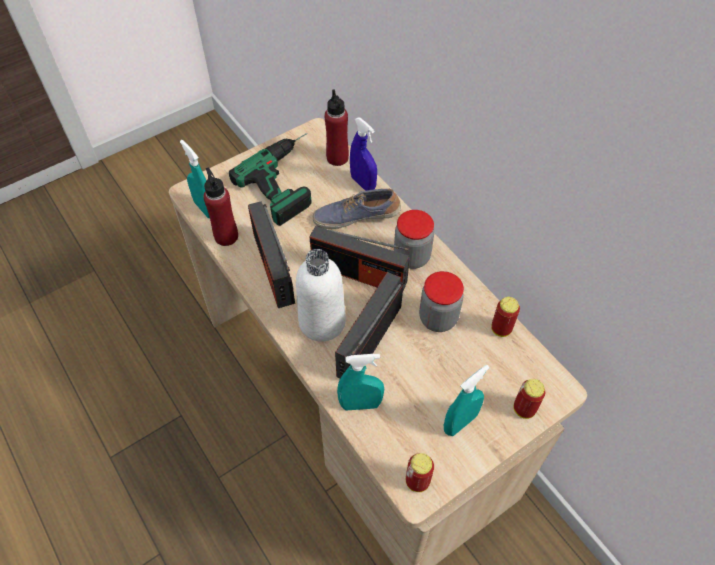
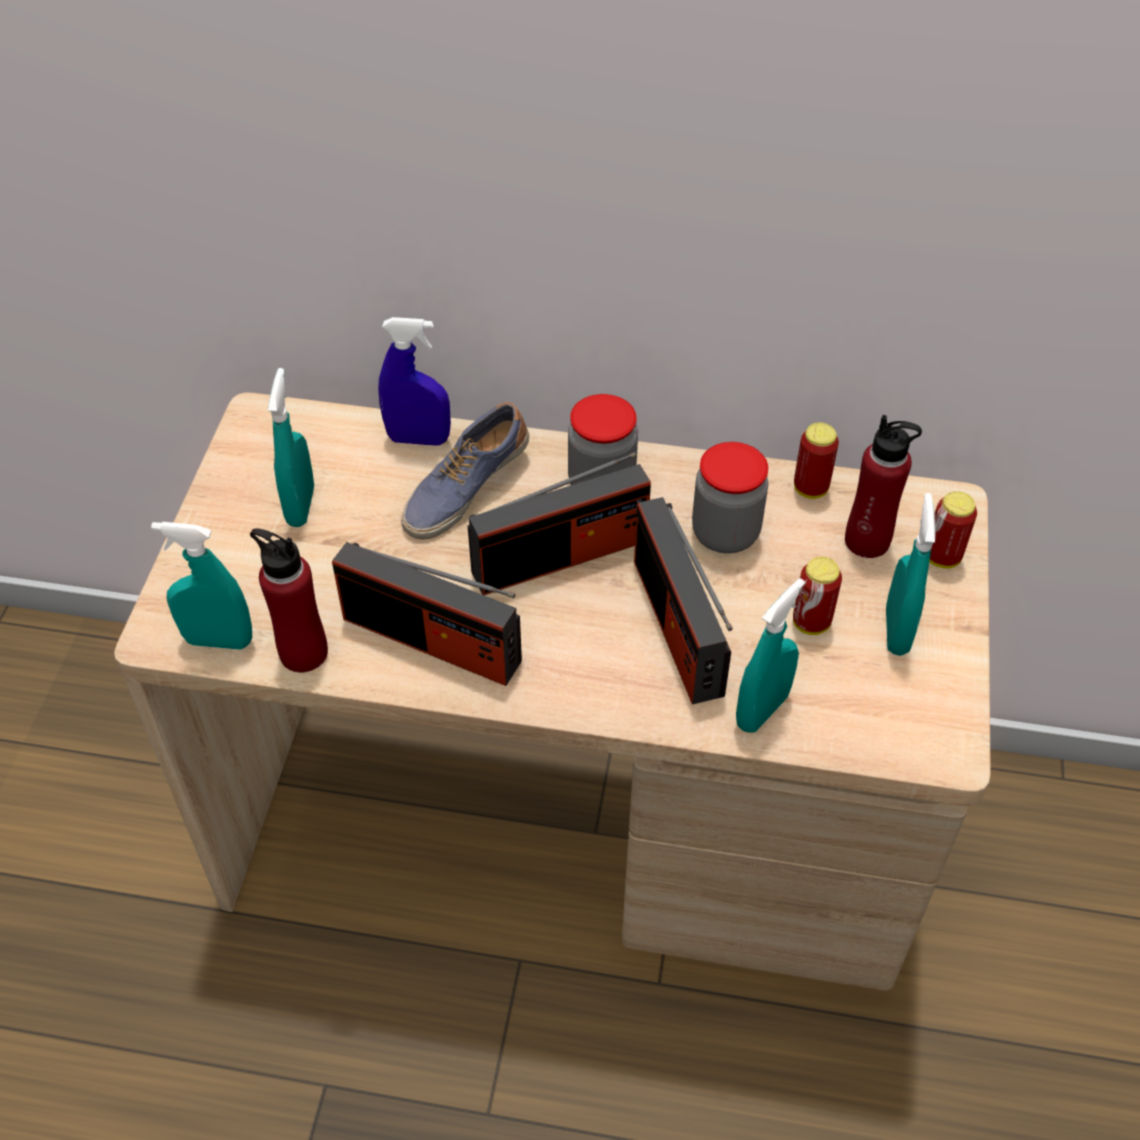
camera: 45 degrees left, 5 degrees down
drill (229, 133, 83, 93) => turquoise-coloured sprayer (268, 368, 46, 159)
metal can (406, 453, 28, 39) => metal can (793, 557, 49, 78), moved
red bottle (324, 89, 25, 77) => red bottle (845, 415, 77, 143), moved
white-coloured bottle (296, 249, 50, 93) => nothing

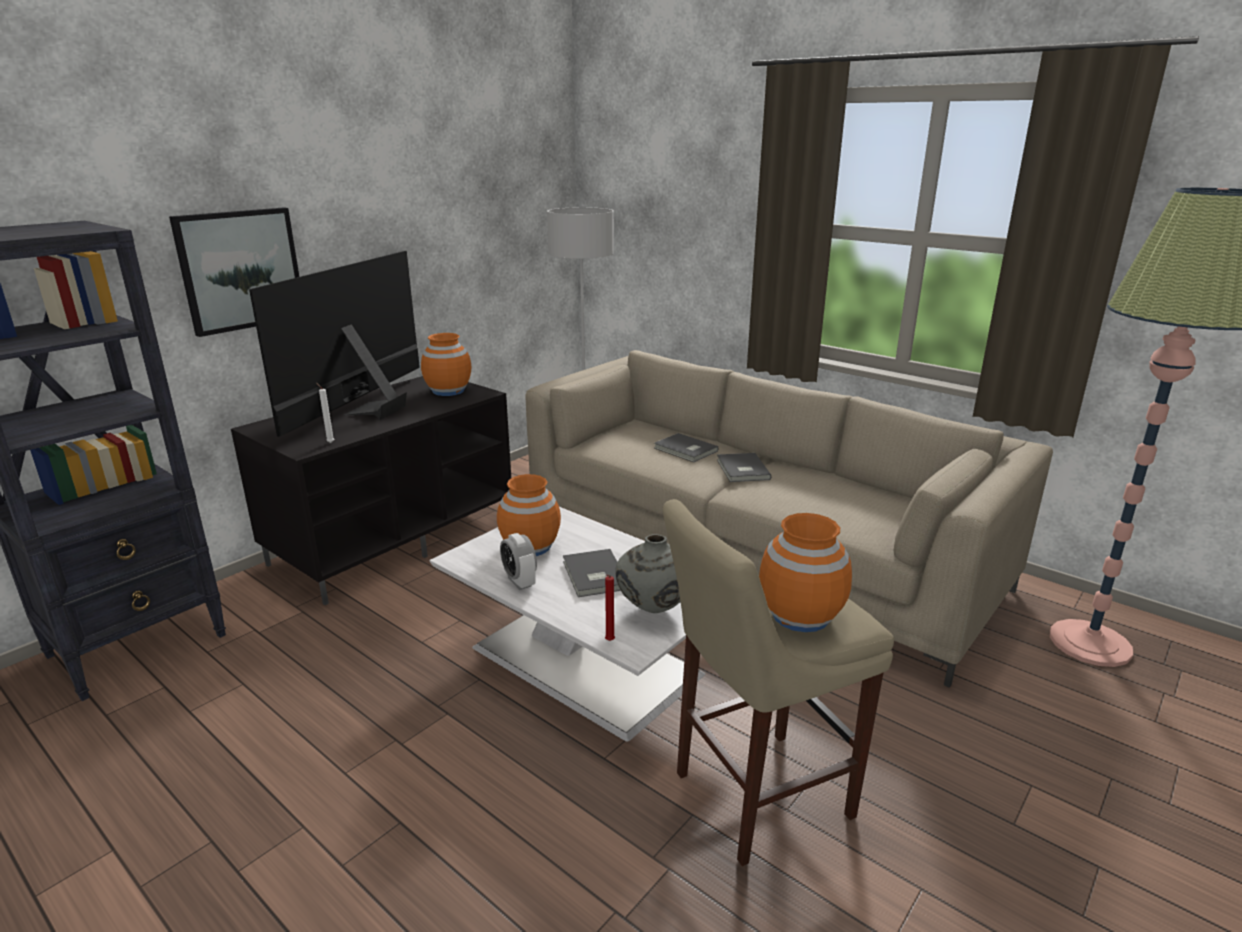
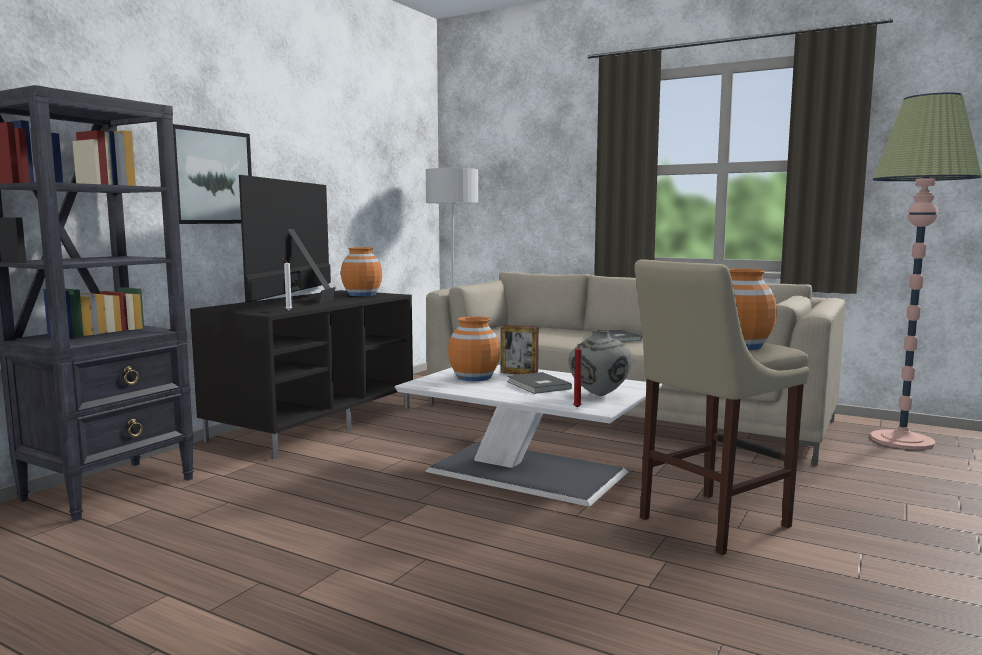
camera: 10 degrees left, 15 degrees down
nothing => photo frame (501, 325, 38, 50)
bedside clock (500, 533, 37, 57) => nothing
grey volume (654, 433, 64, 29) => nothing

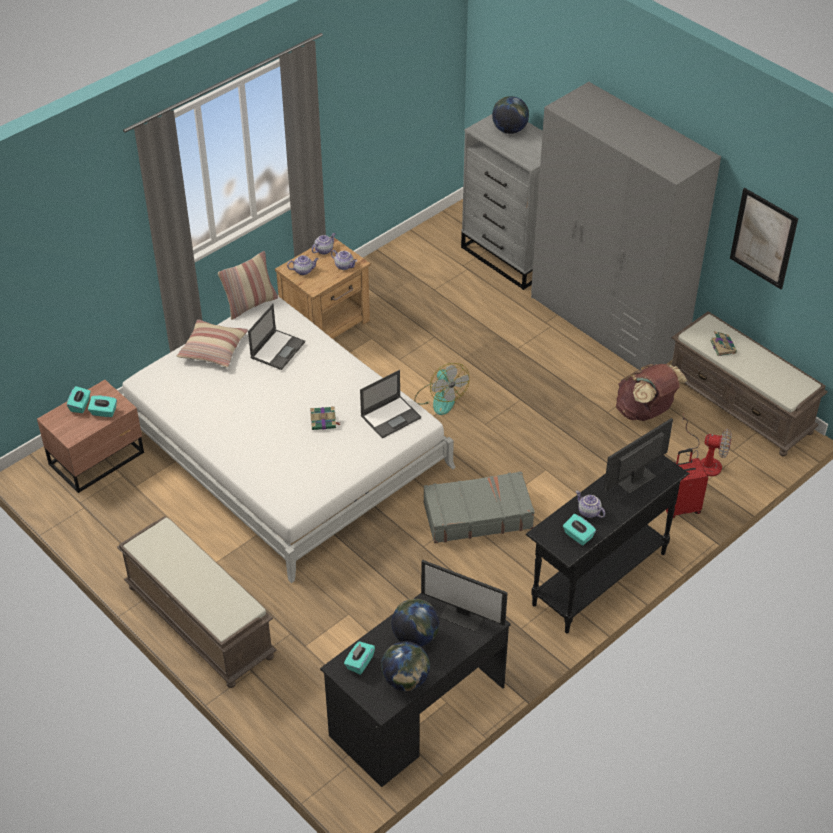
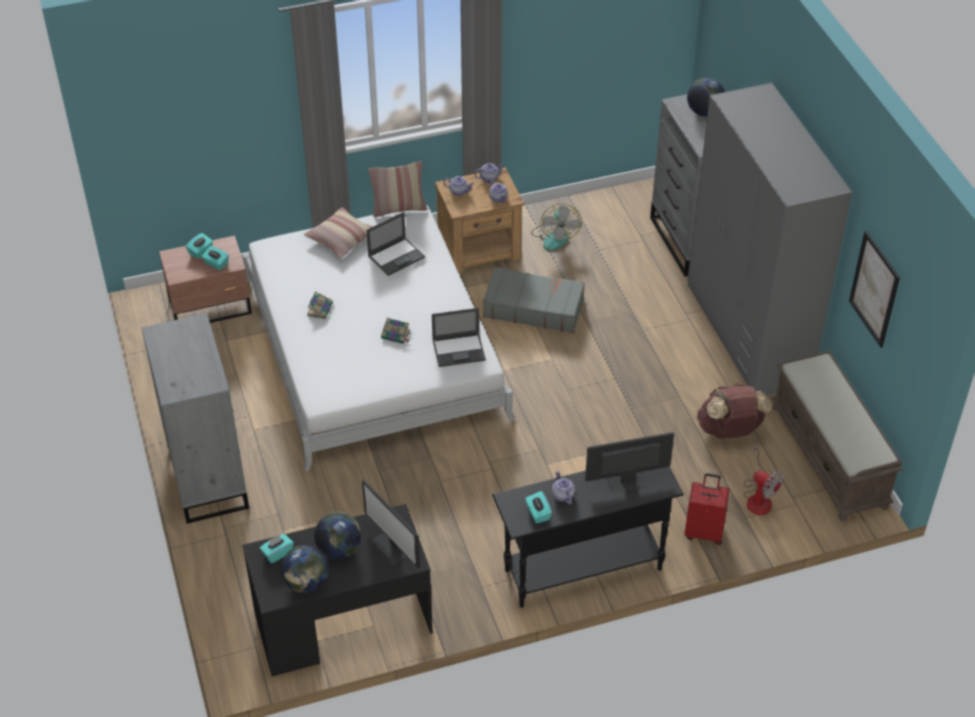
camera: 25 degrees right, 0 degrees up
brownish indoor bench (117, 516, 160, 172) => grey dresser (142, 313, 107, 211)
volume (710, 331, 27, 25) => volume (307, 291, 26, 28), moved
grey suitcase (424, 471, 111, 72) => grey suitcase (483, 267, 102, 66), moved
electric fan (414, 363, 55, 52) => electric fan (531, 204, 51, 47), moved

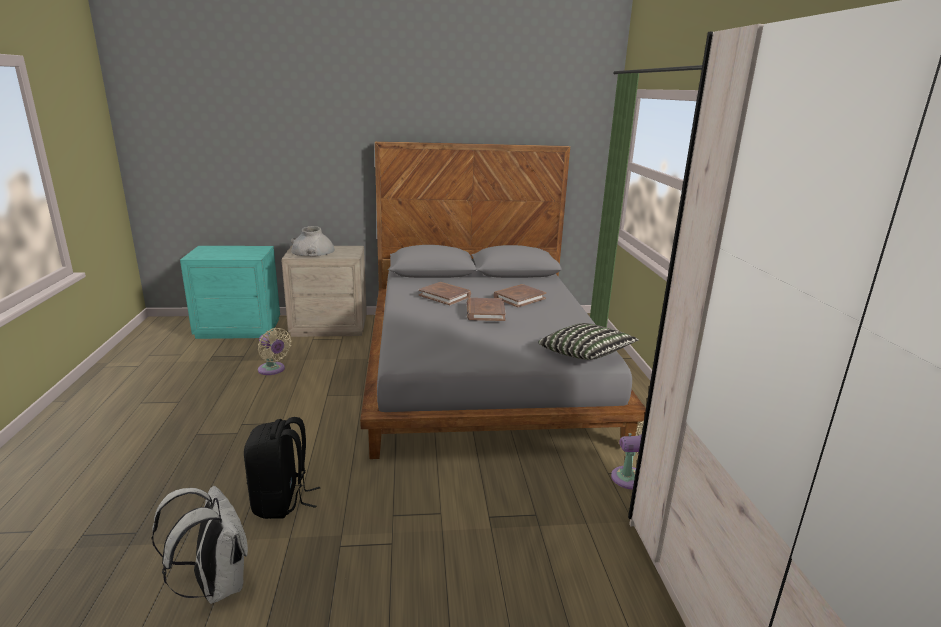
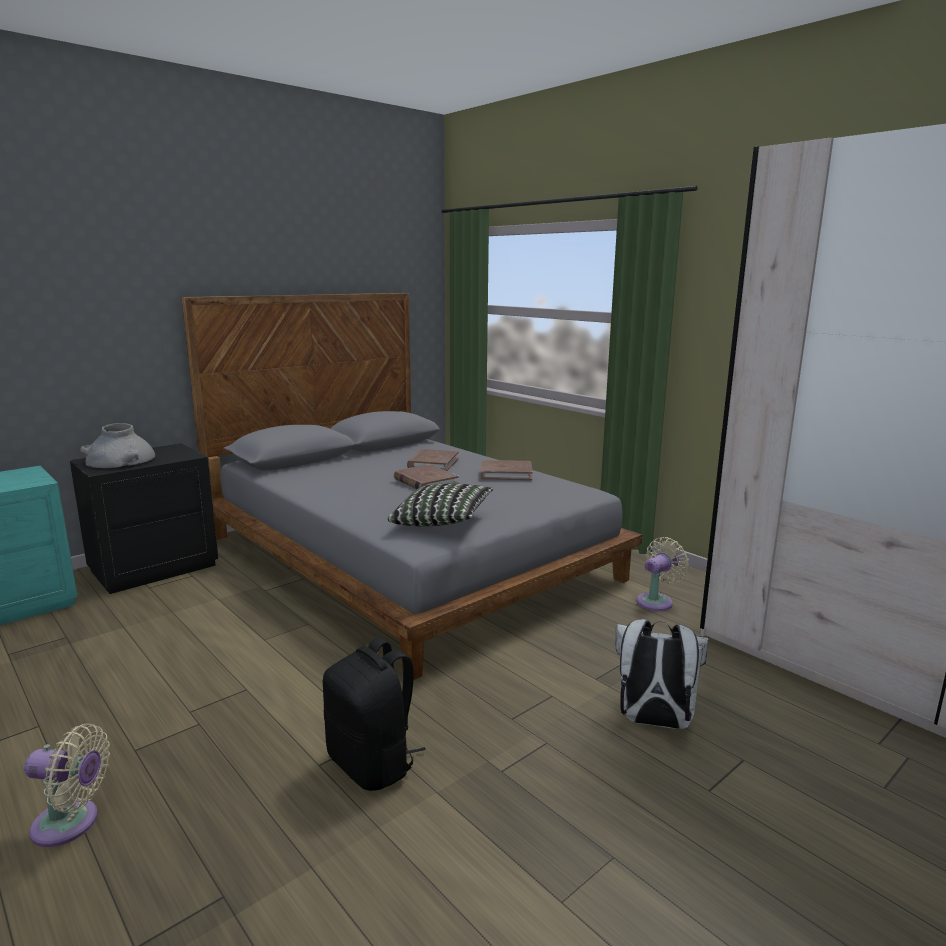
camera: 35 degrees left, 5 degrees down
beige-coloured electric fan (258, 328, 33, 47) => beige-coloured electric fan (24, 723, 86, 124), moved
beige-coloured bedside table (281, 246, 86, 91) => blackish bedside table (70, 443, 148, 151)
cushion (539, 323, 100, 37) => cushion (388, 484, 105, 43), moved
brownish volume (419, 282, 52, 23) => brownish volume (481, 460, 52, 20), moved
white-coloured rucksack (151, 486, 97, 118) => white-coloured rucksack (615, 619, 94, 110), moved

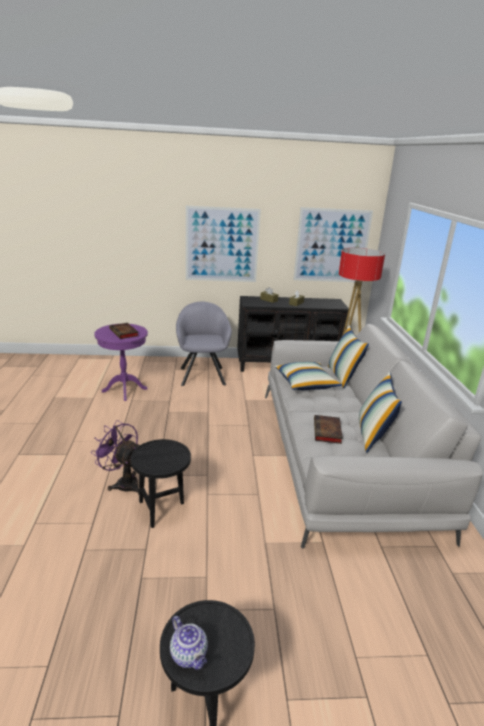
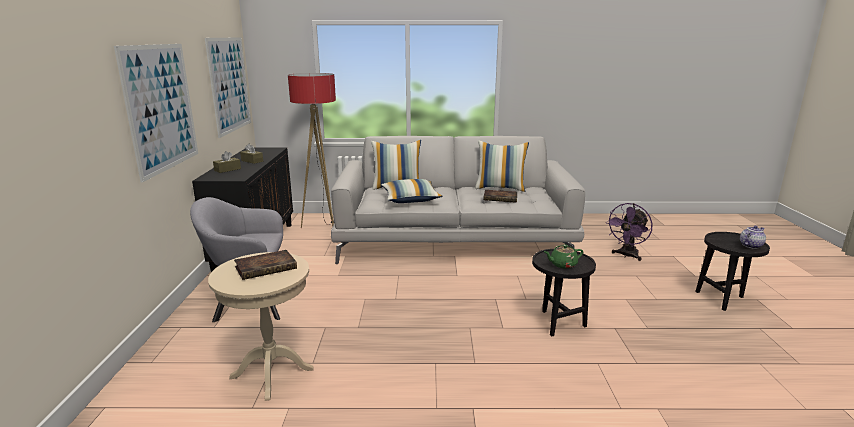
camera: 85 degrees left, 5 degrees down
purplish end table (94, 324, 54, 77) => beige-coloured end table (208, 252, 106, 149)
nothing => green teapot (544, 245, 39, 24)
purplish electric fan (91, 420, 49, 75) => purplish electric fan (606, 203, 47, 58), moved

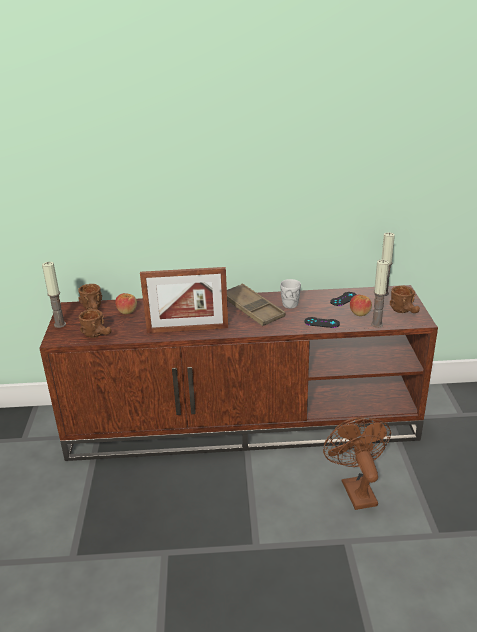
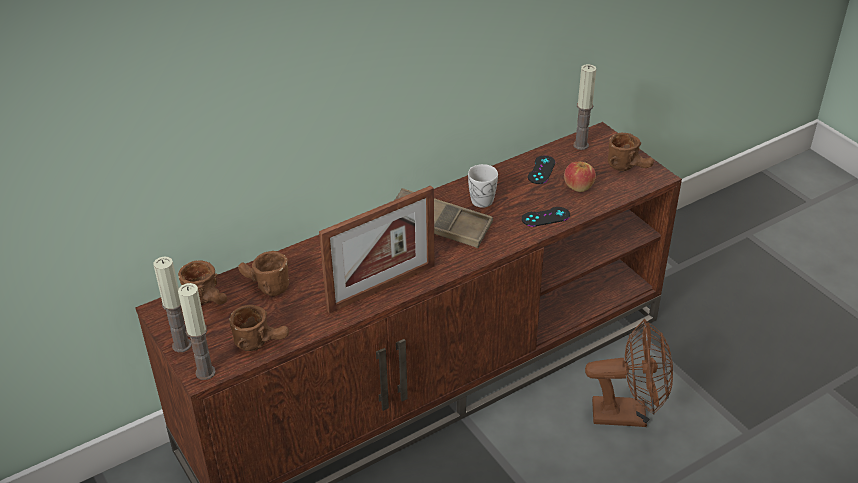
camera: 30 degrees left, 10 degrees up
wax candle (371, 259, 18, 68) => wax candle (178, 283, 38, 97), moved
apple fruit (115, 293, 22, 21) => brownish tea mug (238, 251, 51, 45)
brownish electric fan (323, 417, 68, 93) => brownish electric fan (585, 319, 88, 108), 135 degrees clockwise

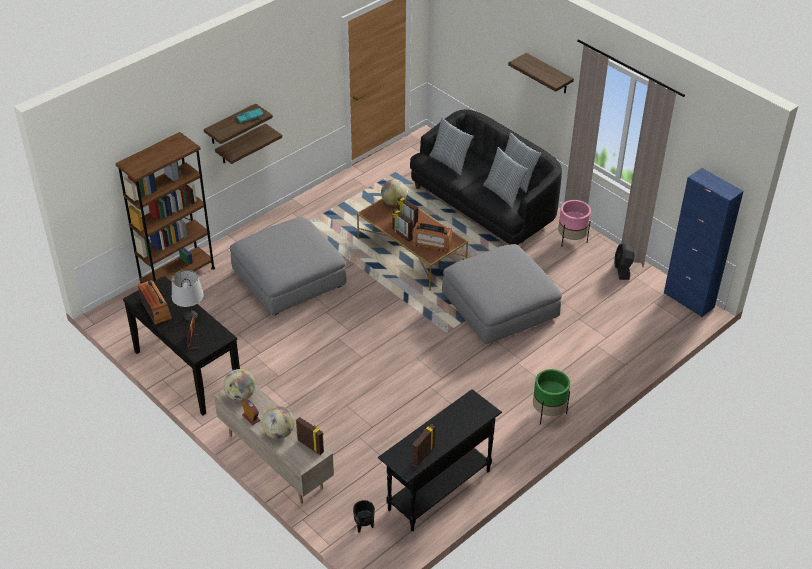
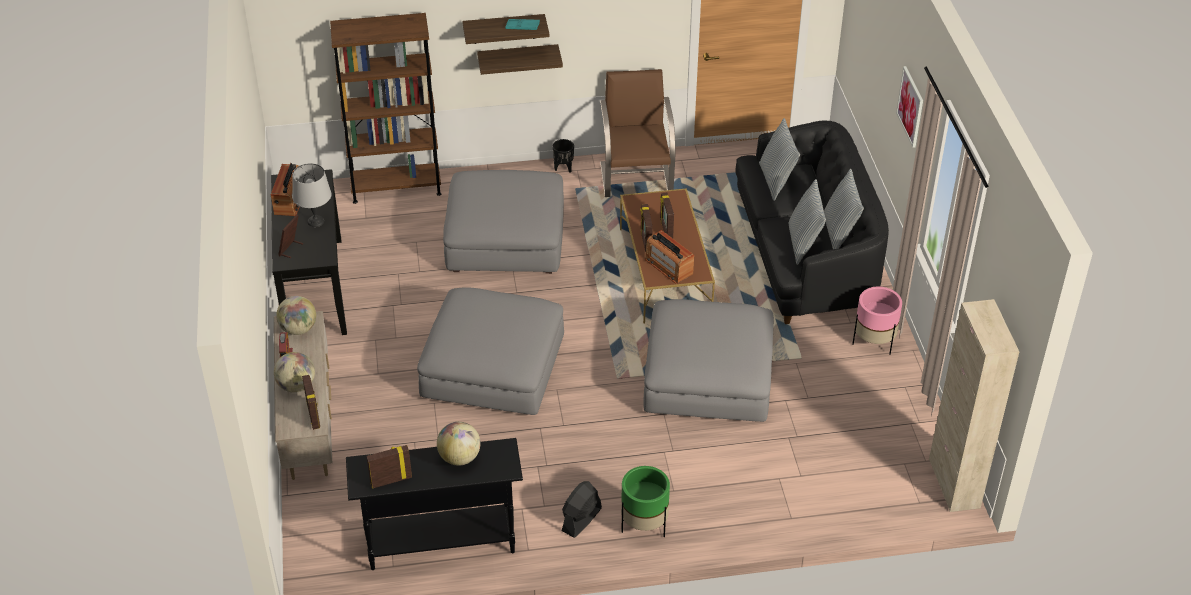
camera: 35 degrees right, 0 degrees up
nothing => grey ottoman (417, 287, 147, 128)
world globe (381, 179, 26, 27) => world globe (437, 422, 44, 44), moved
blackish plant pot (353, 500, 22, 33) => blackish plant pot (553, 139, 21, 34), moved
blackish electric fan (614, 243, 21, 37) => blackish electric fan (562, 481, 40, 57), moved
nothing => brownish easy chair (600, 69, 76, 128)
bracket shelf (508, 53, 66, 40) => picture (896, 66, 27, 82)
blue cupboard (664, 168, 80, 149) => beige-coloured cupboard (929, 299, 90, 213)

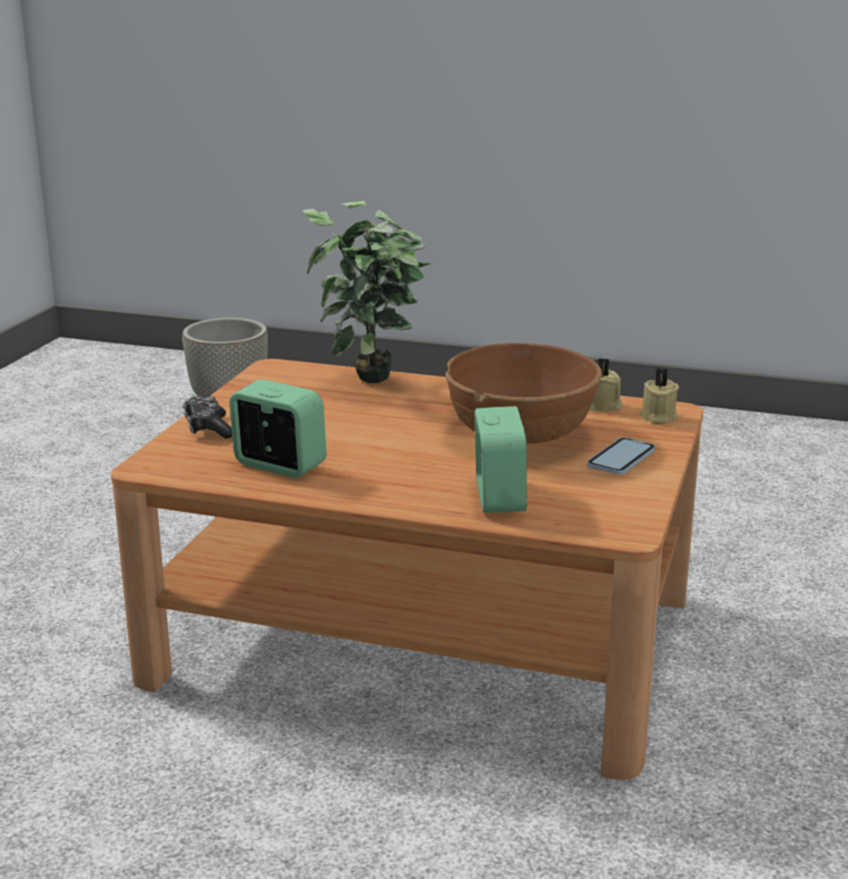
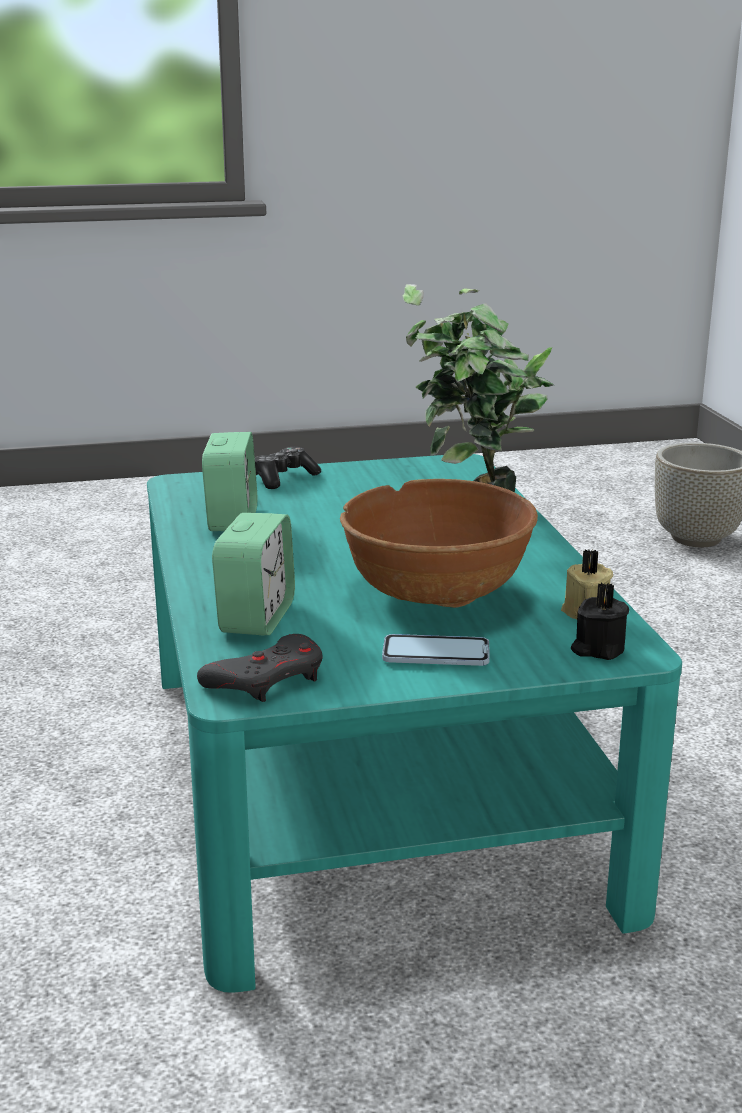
camera: 60 degrees right, 0 degrees up
brownish lounge table (111, 359, 592, 421) => turquoise-coloured lounge table (147, 454, 535, 539)
nothing => grey joypad (197, 634, 126, 68)
bedside clock (475, 406, 52, 107) => bedside clock (212, 513, 83, 123), 45 degrees counterclockwise
beige-coloured wax candle (639, 368, 40, 56) => blackish wax candle (571, 583, 58, 77)

